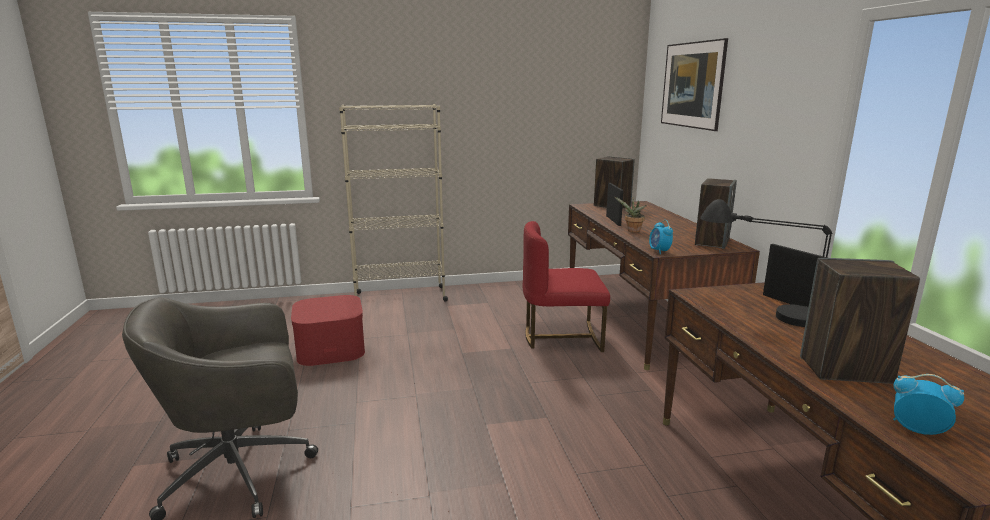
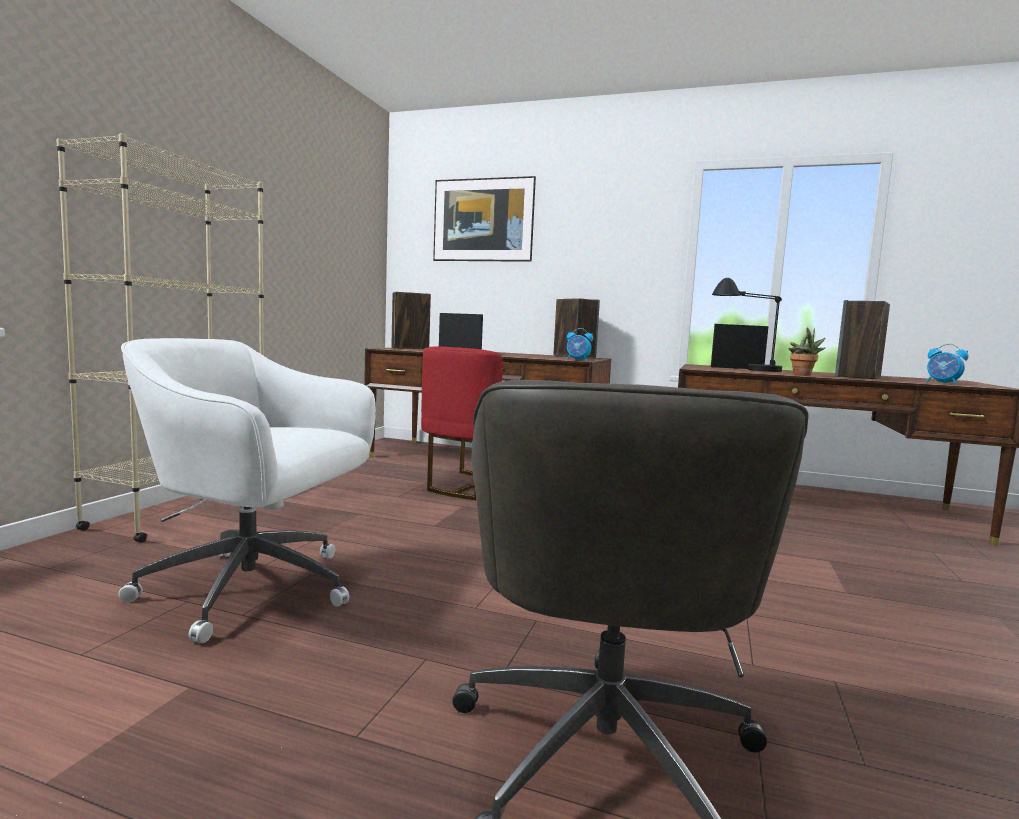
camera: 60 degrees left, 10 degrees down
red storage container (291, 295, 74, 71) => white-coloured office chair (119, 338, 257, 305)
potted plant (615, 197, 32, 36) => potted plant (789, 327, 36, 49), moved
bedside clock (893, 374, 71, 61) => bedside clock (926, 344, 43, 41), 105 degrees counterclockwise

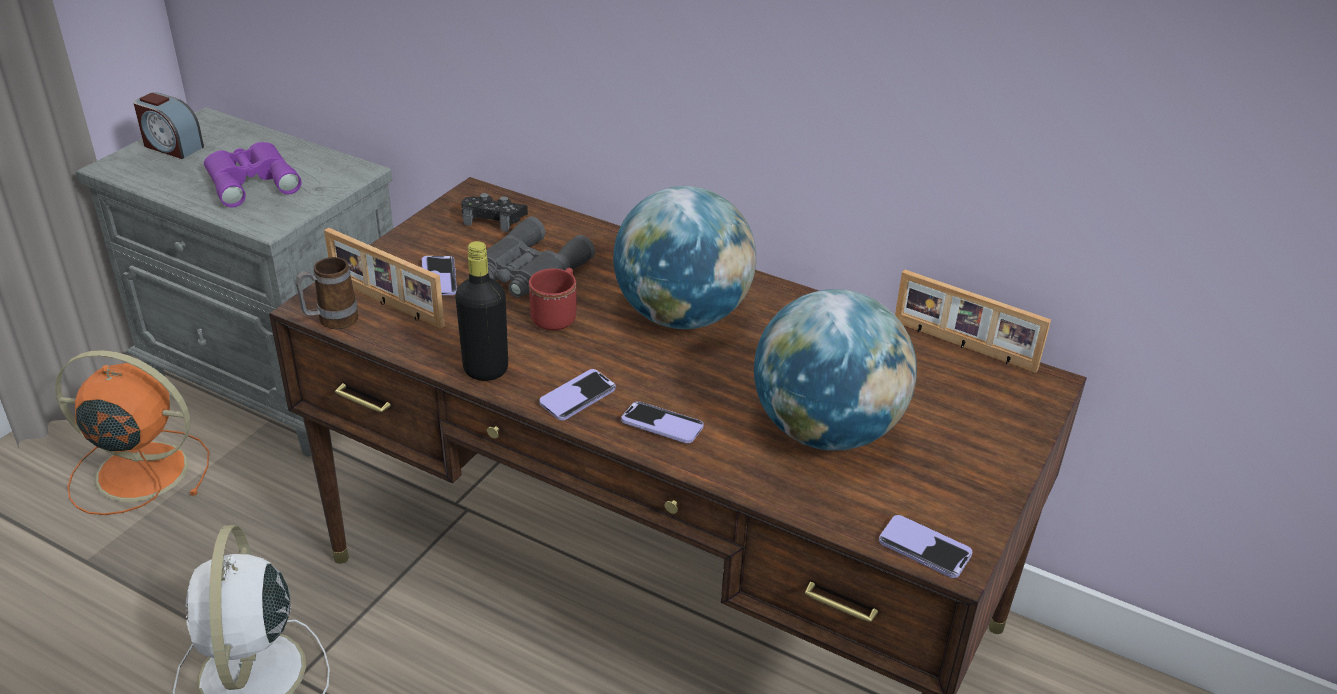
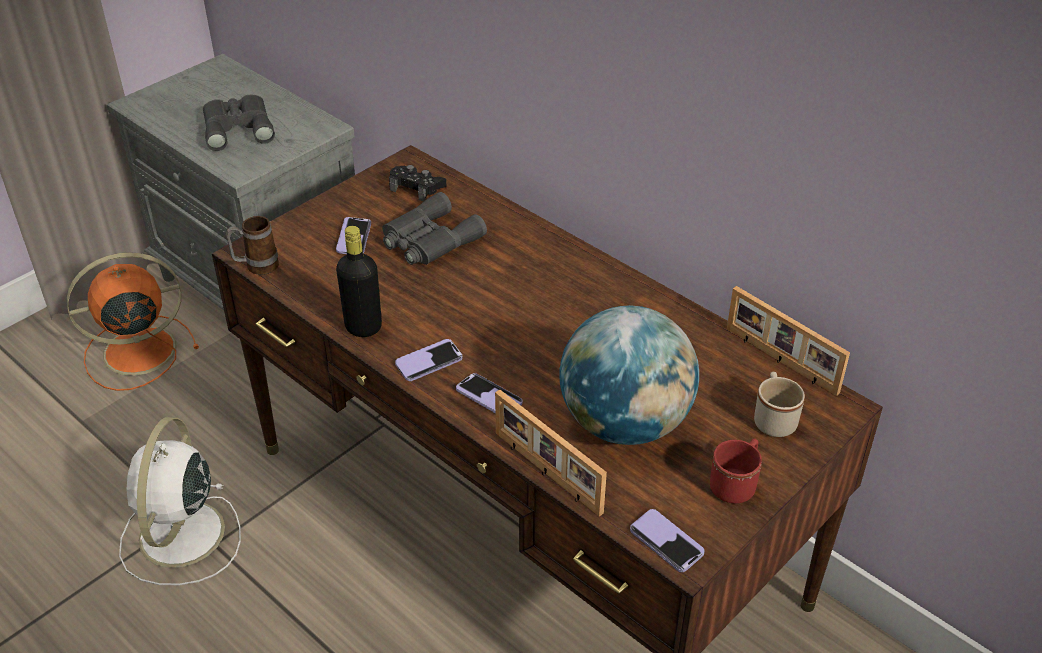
camera: 15 degrees right, 5 degrees up
orange electric fan (55, 350, 154, 165) => orange electric fan (67, 252, 132, 139), 45 degrees counterclockwise
purplish pair of binoculars (204, 142, 98, 65) => grey pair of binoculars (203, 95, 72, 56)
photo frame (324, 228, 121, 101) => photo frame (495, 389, 112, 128), moved
red tea mug (529, 268, 48, 62) => red tea mug (710, 438, 52, 65), moved
nothing => beige-coloured tea mug (754, 372, 51, 65)
bedside clock (133, 92, 71, 67) => nothing
world globe (613, 186, 143, 143) => nothing

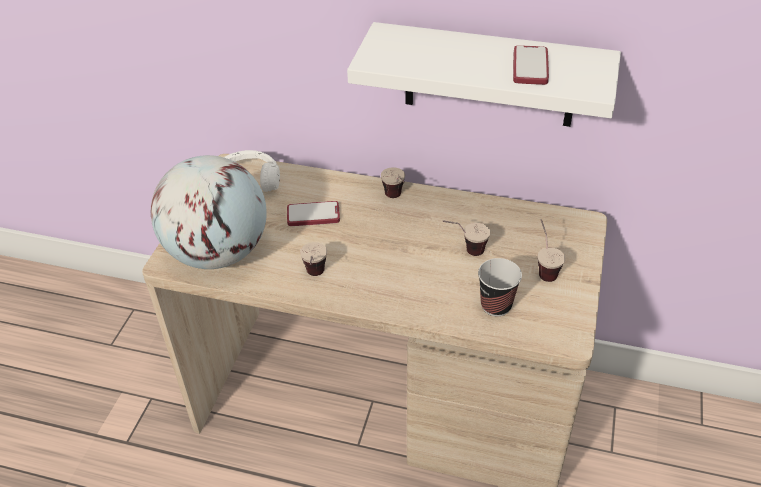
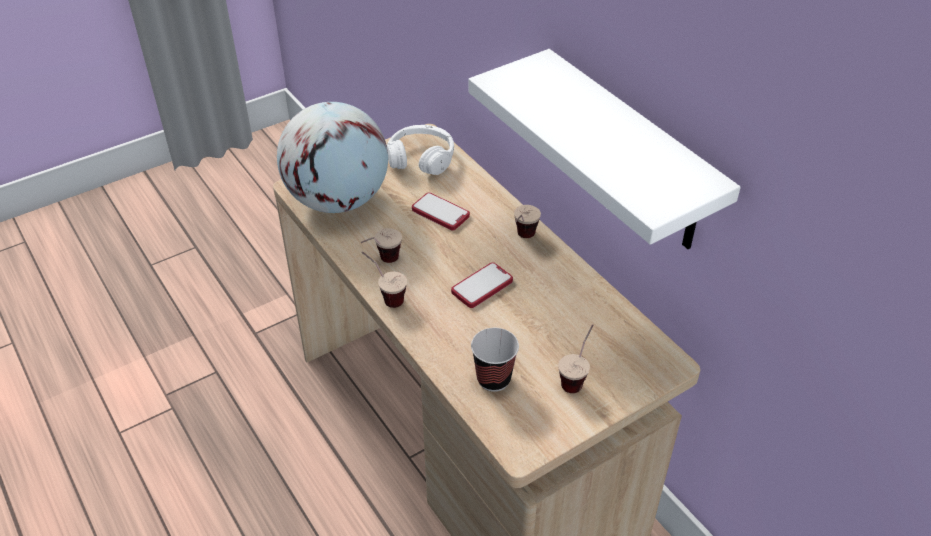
camera: 40 degrees right, 0 degrees up
drinking cup (442, 220, 48, 36) => drinking cup (362, 251, 45, 57), moved
handset (513, 45, 36, 40) => handset (451, 262, 62, 46), moved

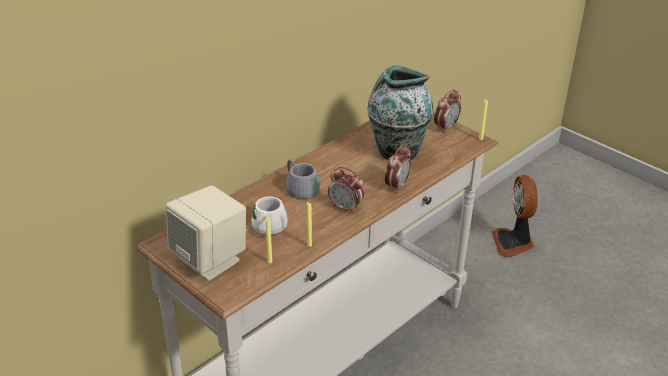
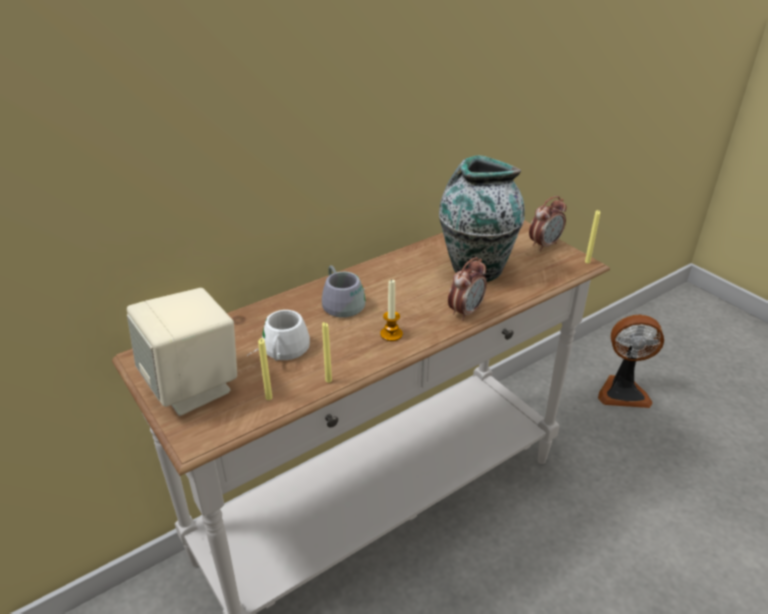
camera: 10 degrees right, 0 degrees up
bedside clock (328, 167, 36, 47) => wax candle (380, 280, 23, 61)
electric fan (492, 175, 46, 82) => electric fan (598, 315, 66, 93), 90 degrees counterclockwise

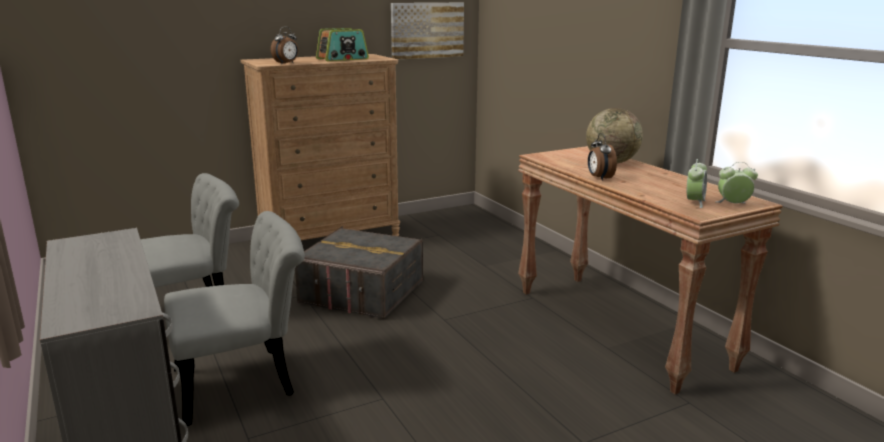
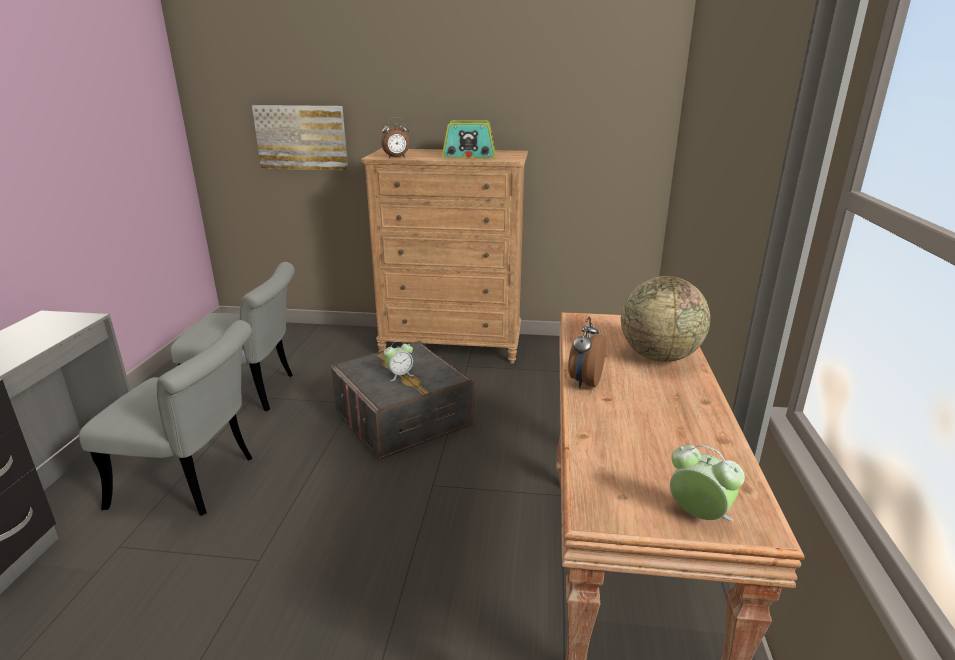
camera: 35 degrees right, 5 degrees up
picture (391, 3, 73, 56) => picture (252, 105, 96, 65), moved
bedside clock (687, 159, 20, 49) => bedside clock (383, 341, 31, 40), moved

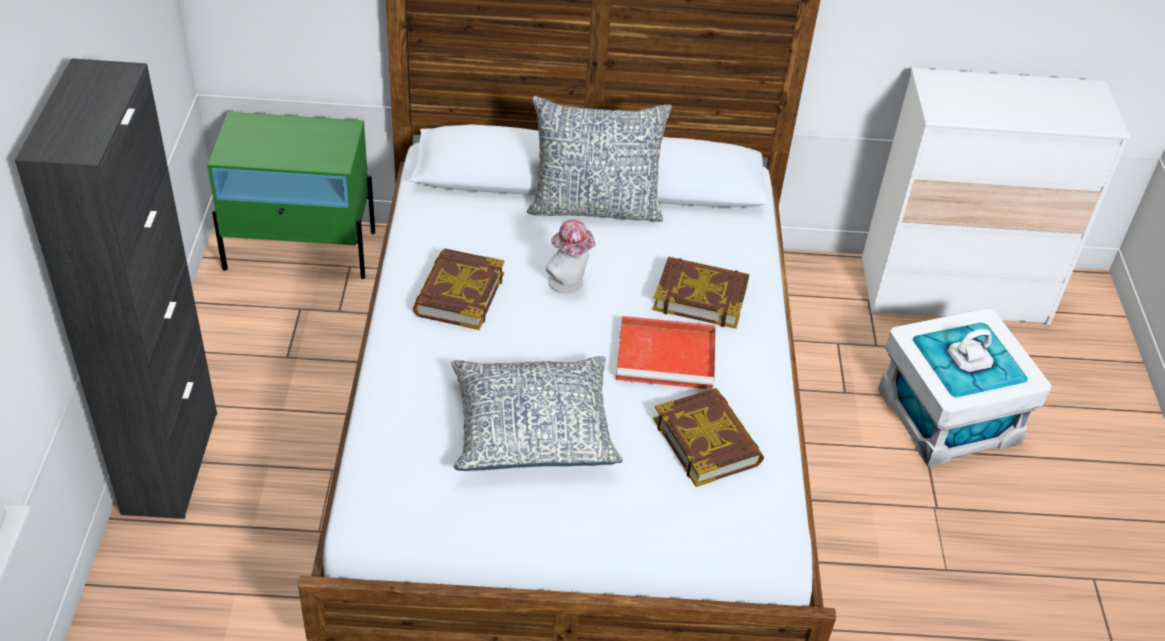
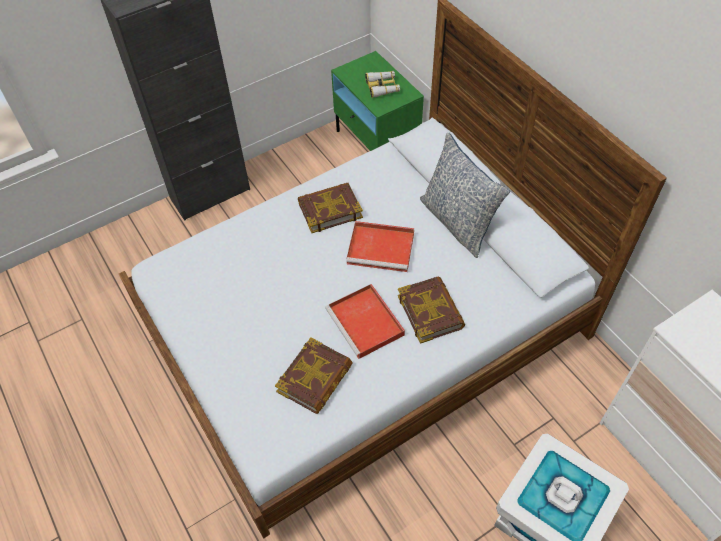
camera: 60 degrees right, 10 degrees up
hat (546, 219, 49, 75) => red carrying tray (346, 221, 68, 51)
nothing => pair of binoculars (365, 71, 35, 27)
cushion (451, 356, 172, 115) => nothing

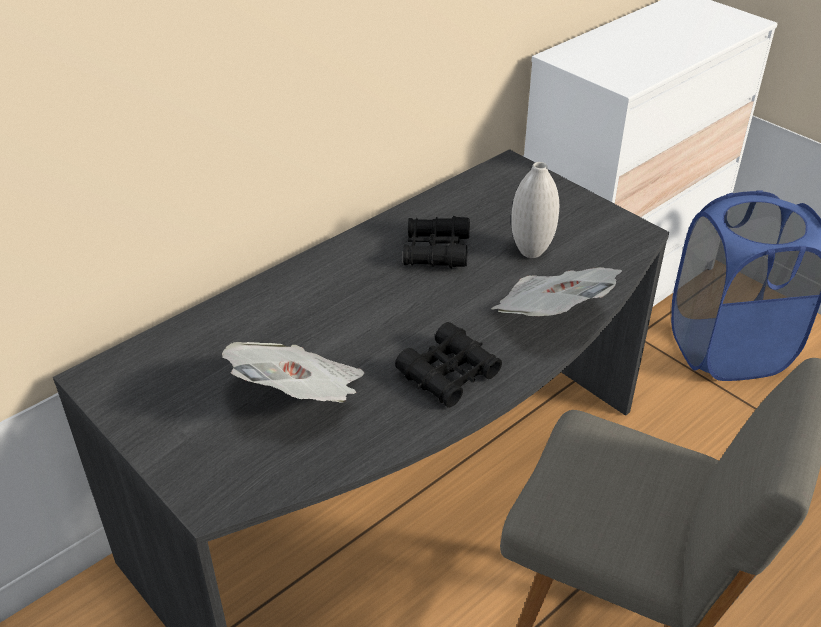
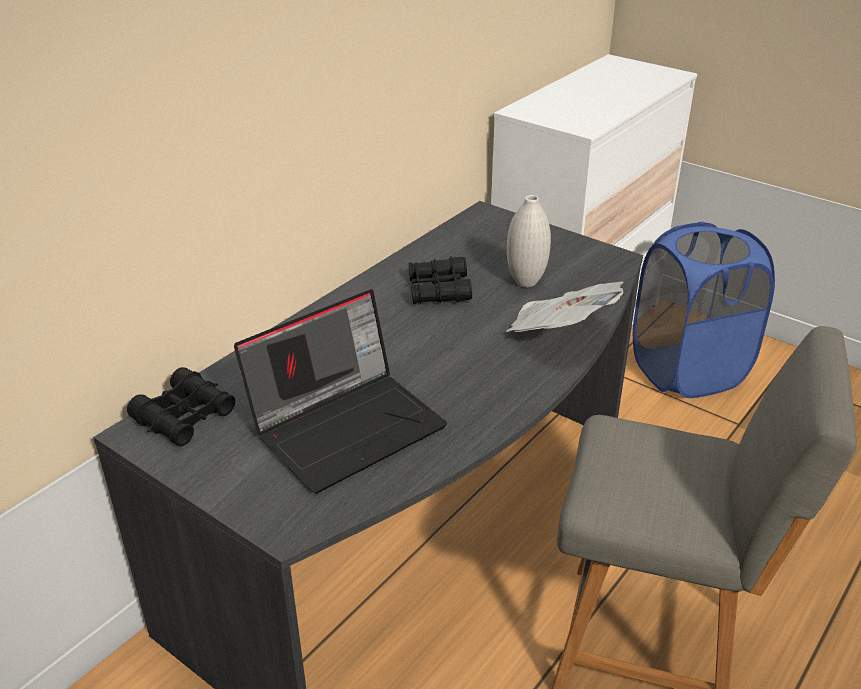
camera: 10 degrees left, 5 degrees down
blackish pair of binoculars (395, 322, 107, 86) => blackish pair of binoculars (127, 367, 108, 79), moved
daily paper (222, 342, 143, 61) => portable computer (234, 289, 213, 204)

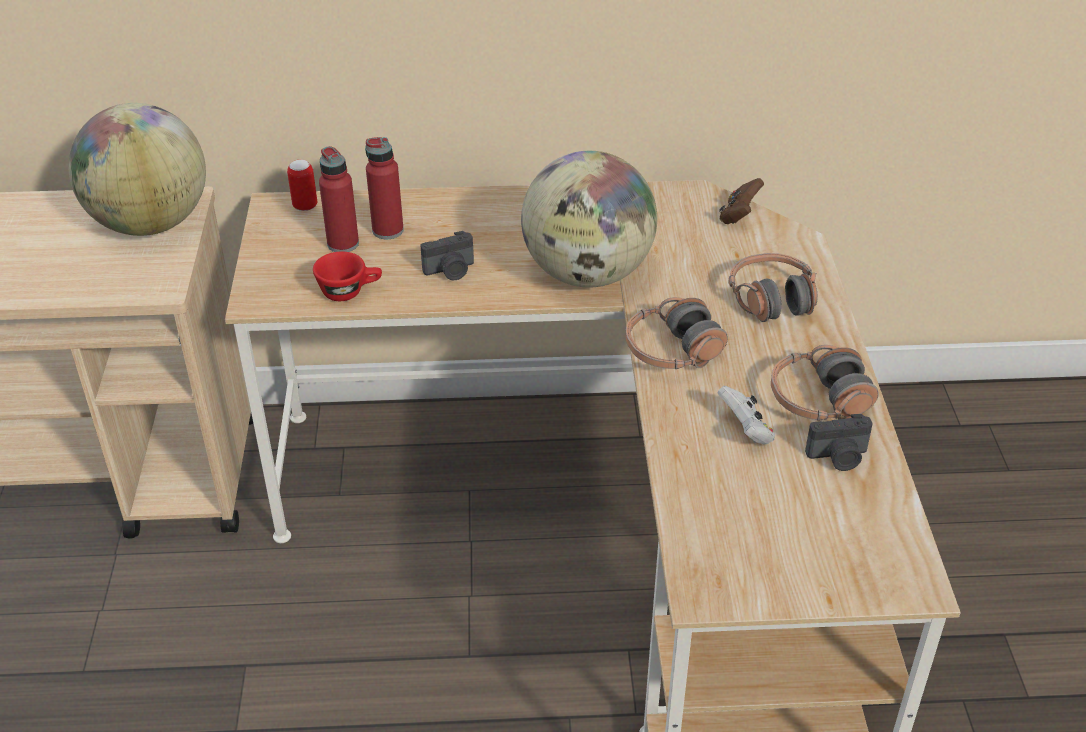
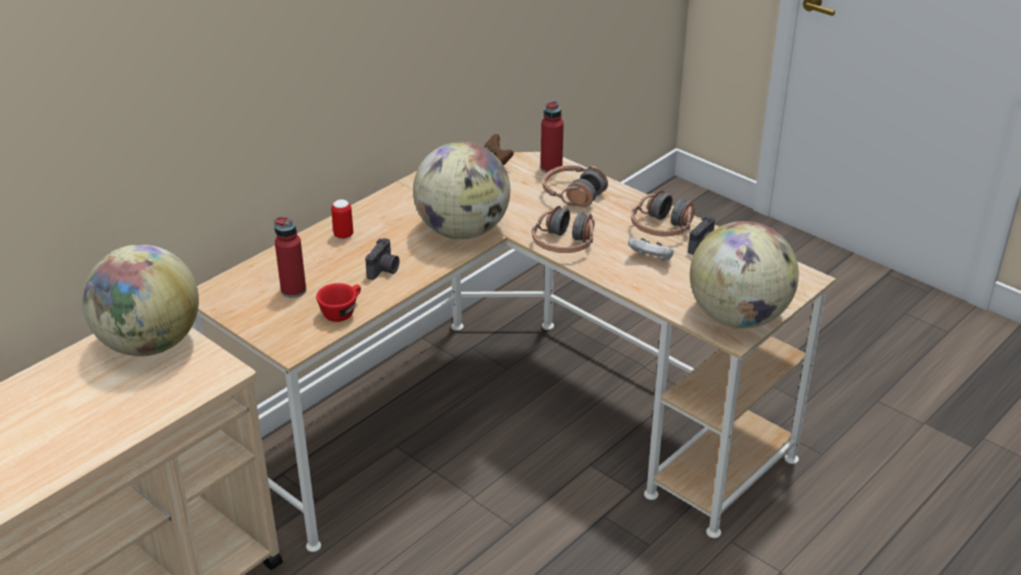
camera: 45 degrees left, 5 degrees down
metal can (287, 160, 30, 51) => metal can (331, 199, 22, 40), moved
red bottle (365, 137, 39, 102) => red bottle (541, 101, 23, 72), moved
nothing => world globe (690, 221, 109, 107)

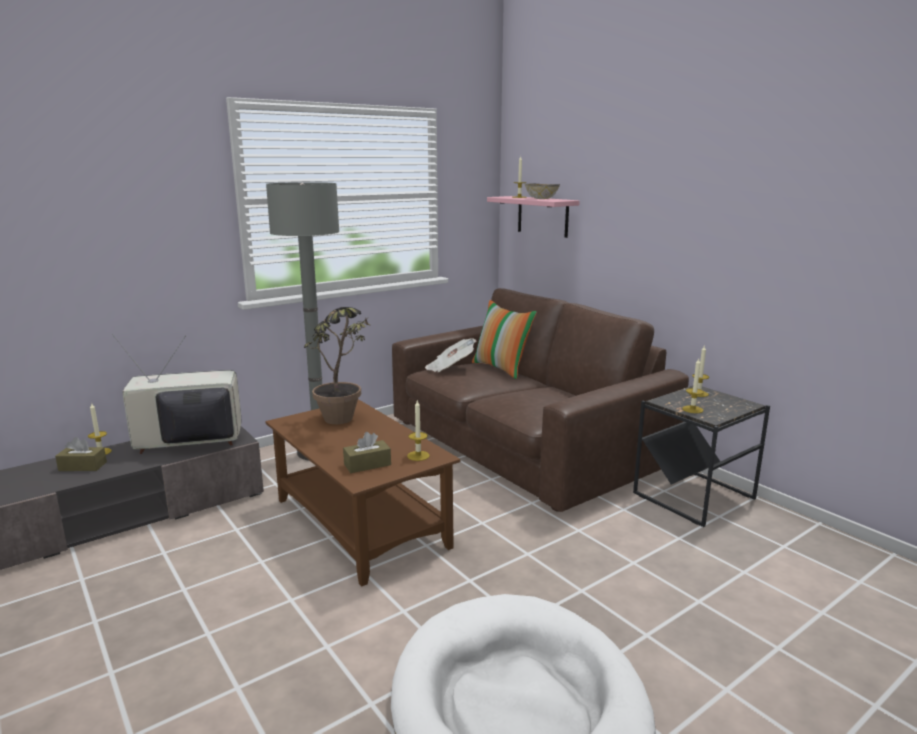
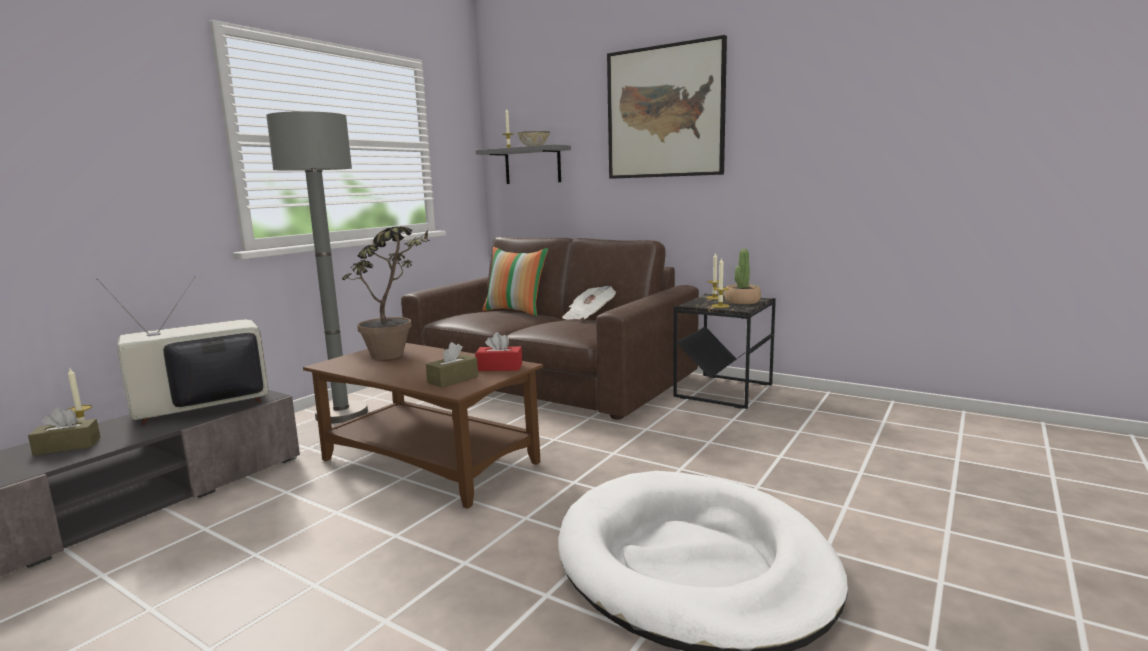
camera: 20 degrees left, 5 degrees down
wax candle (407, 400, 23, 61) => red tissue box (475, 332, 47, 39)
pink bracket shelf (487, 196, 93, 42) => grey bracket shelf (476, 144, 95, 40)
daily paper (425, 338, 51, 34) => daily paper (562, 286, 54, 34), moved
nothing => picture (607, 35, 120, 144)
nothing => potted plant (724, 249, 37, 55)

